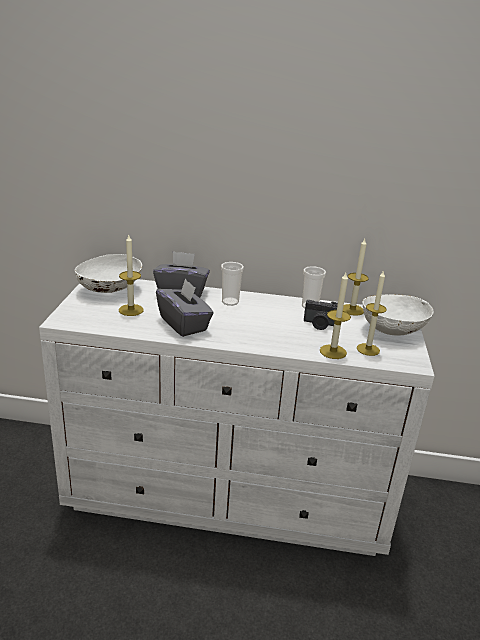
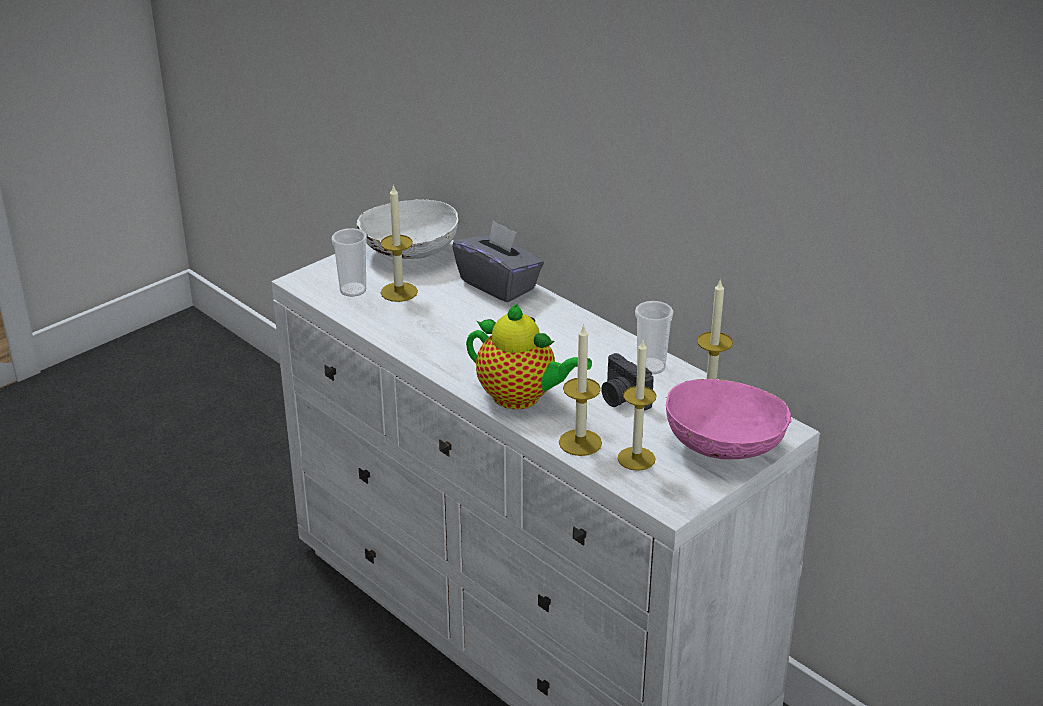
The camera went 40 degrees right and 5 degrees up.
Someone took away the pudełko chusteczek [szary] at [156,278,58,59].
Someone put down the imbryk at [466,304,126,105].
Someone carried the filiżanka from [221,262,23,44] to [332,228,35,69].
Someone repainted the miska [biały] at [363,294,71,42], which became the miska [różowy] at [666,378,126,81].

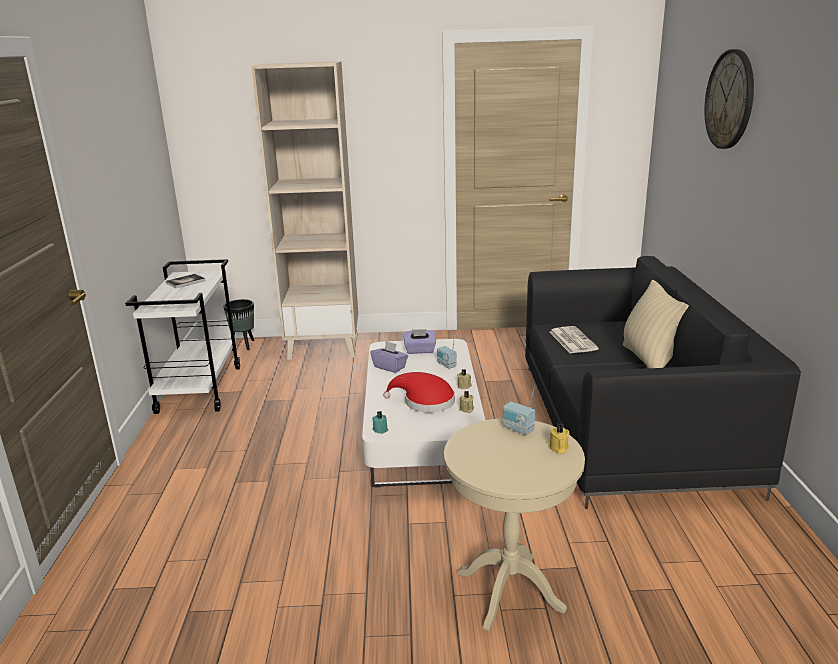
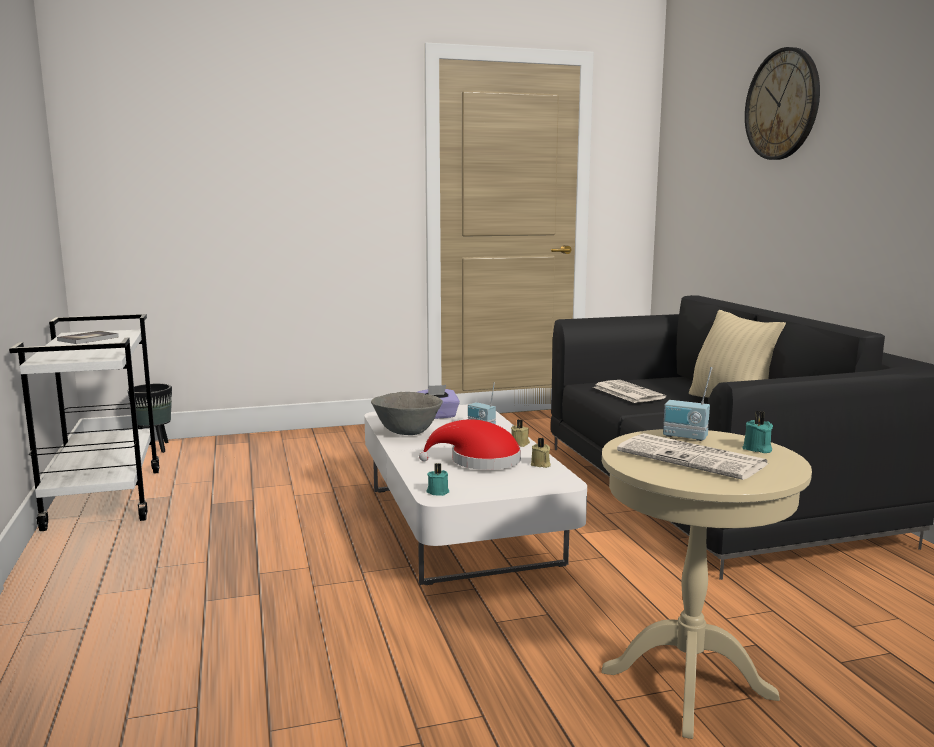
The camera went 15 degrees left and 10 degrees down.
Someone took away the regał [beżowy] at [251,61,107,299].
Someone put down the gazeta at [617,433,151,47].
Someone swapped the pudełko chusteczek [fioletowy] at [370,341,38,32] for the miska [szary] at [371,392,72,43].
Someone repainted the świeca [żółty] at [548,423,22,31], which became the świeca [turkusowy] at [742,411,31,42].

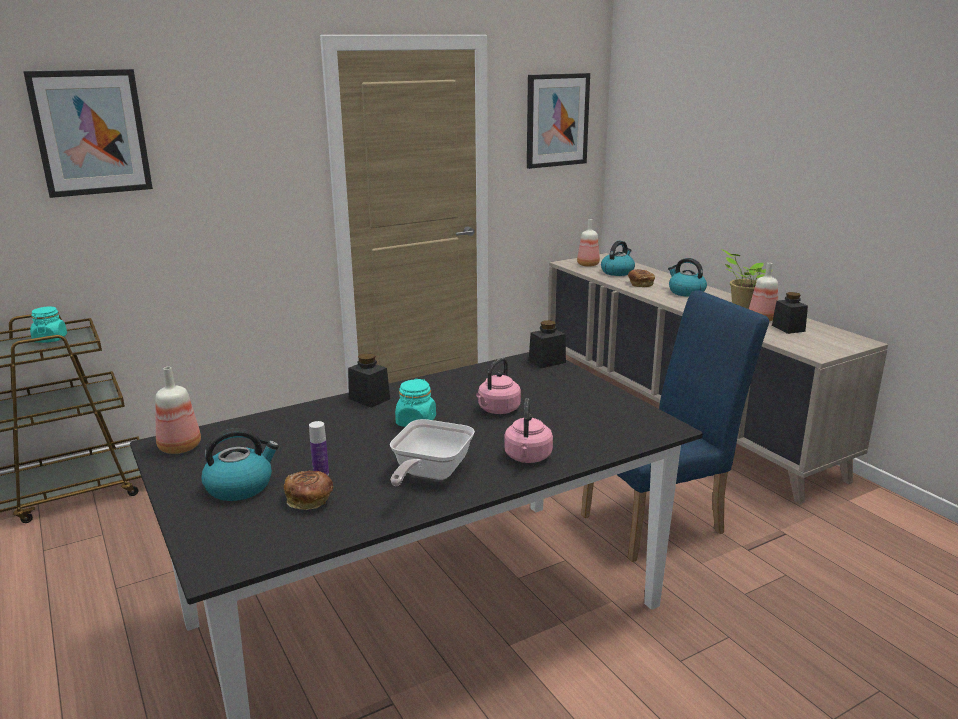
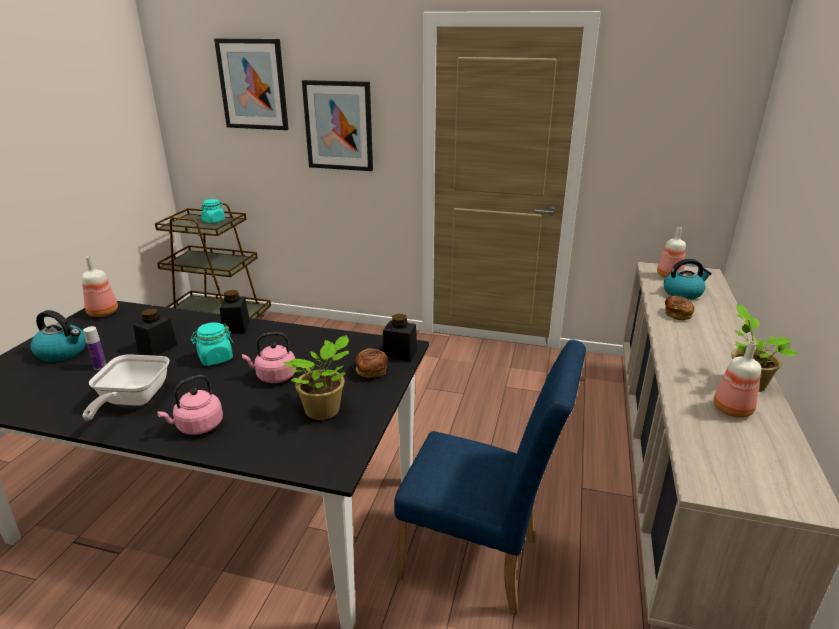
The camera went 45 degrees right and 5 degrees up.
Someone took away the czajnik at [668,258,39,39].
Someone put down the roślina doniczkowa at [283,335,66,85].
Someone carried the chleb from [284,471,49,39] to [356,348,32,30].
Someone carried the obraz from [527,73,63,96] to [302,80,71,91].
Someone carried the słoik [czarny] from [772,292,36,42] to [133,309,44,47].
Someone rotated the patelnia at [390,419,85,67] by 60 degrees counterclockwise.

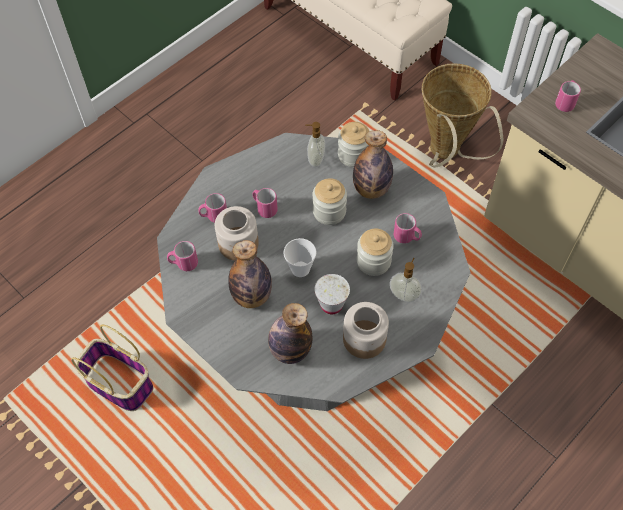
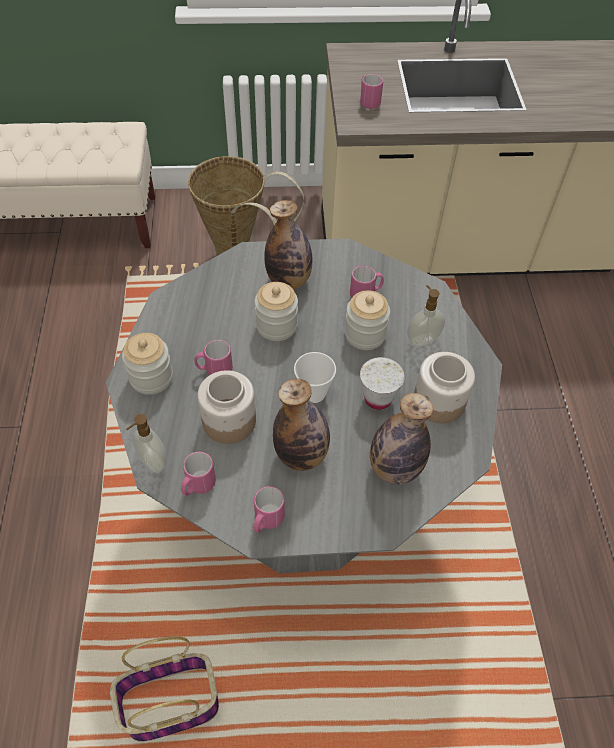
The camera went 50 degrees left and 5 degrees down.
Someone carried the kubek [różowy] from [198,193,29,30] to [253,486,32,47].
Someone carried the dozownik mydła from [305,122,20,45] to [126,414,41,59].
Someone carried the słoik from [338,122,31,45] to [122,333,51,62].

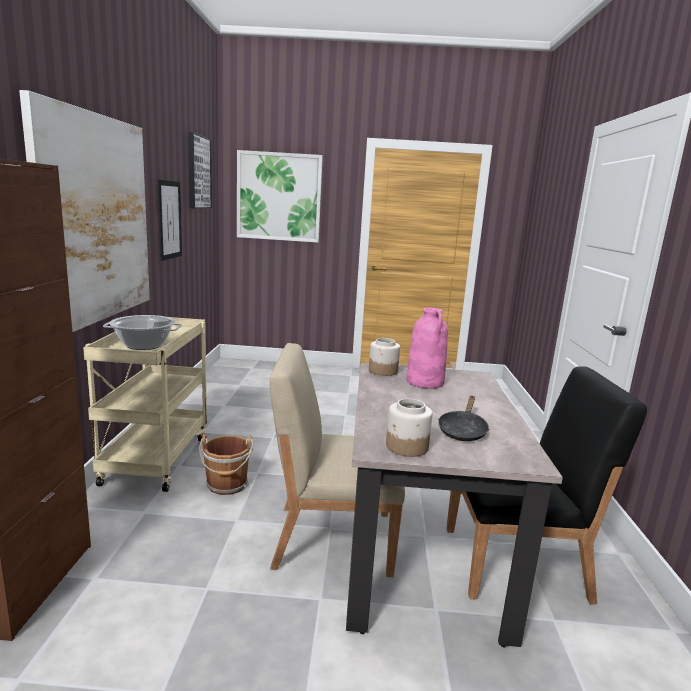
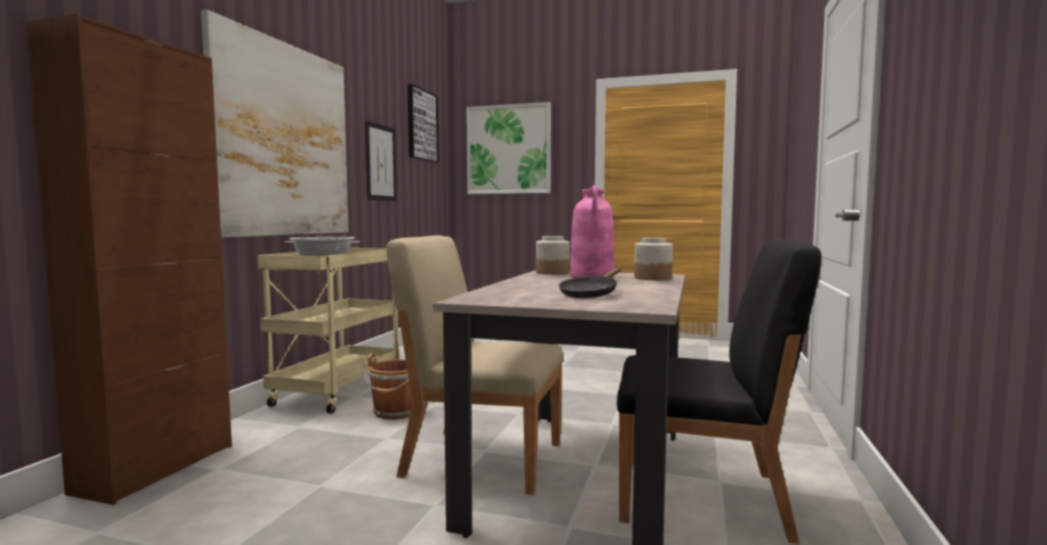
The camera went 15 degrees right and 10 degrees down.
Someone carried the słoik from [386,398,47,59] to [634,238,39,42].

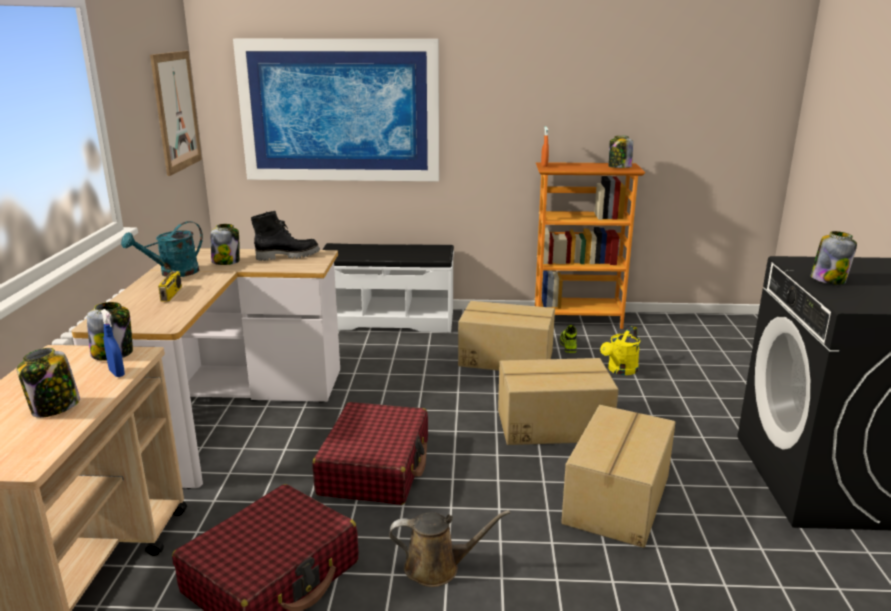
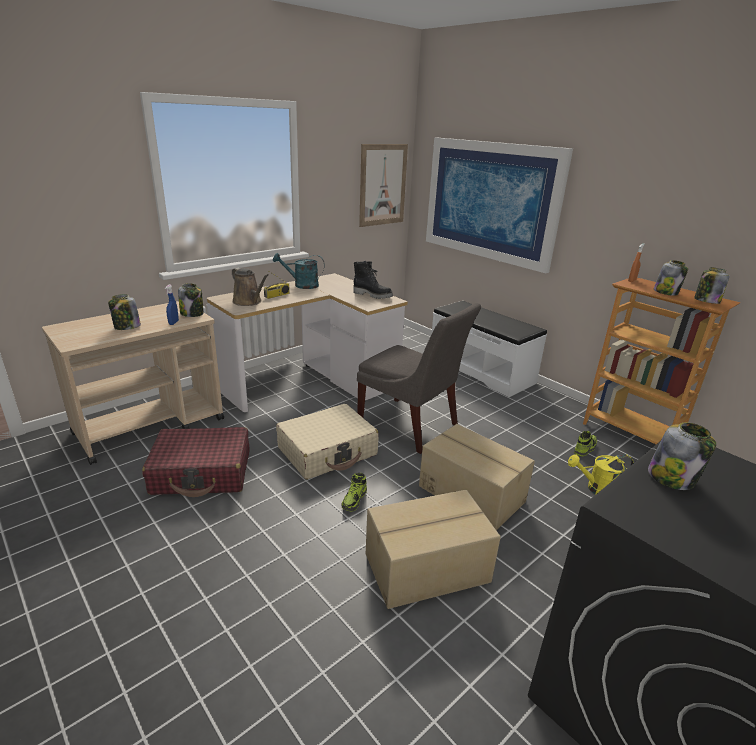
The camera went 45 degrees right and 5 degrees up.
Someone took away the karton at [458,301,97,70].
Someone put down the but at [342,473,25,39].
Someone put down the krzesło [szary] at [357,303,124,151].
Someone carried the słoik from [211,224,29,41] to [654,260,34,36].
Someone carried the konewka [brązowy] from [389,510,121,77] to [232,268,37,38].
Someone repainted the walizka [czerwony] at [312,402,116,103], which became the walizka [beżowy] at [276,404,103,75].

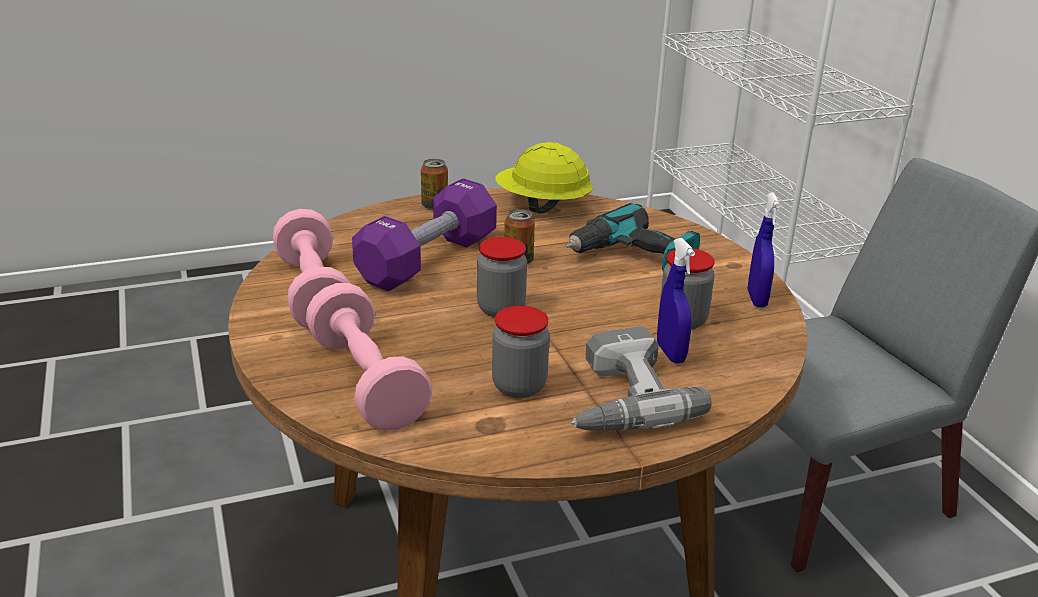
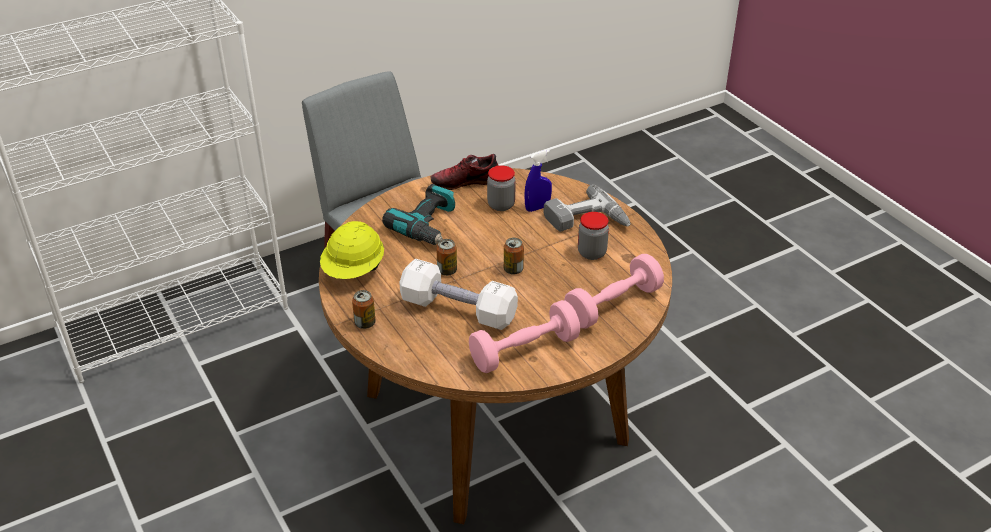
The camera went 100 degrees left and 10 degrees up.
Someone swapped the słoik at [477,237,50,80] for the puszka at [504,238,20,37].
Someone swapped the spryskiwacz [niebieski] at [747,193,33,114] for the but at [430,154,69,36].
Someone repainted the hantel [fioletowy] at [352,178,145,113], which became the hantel [biały] at [399,259,119,71].

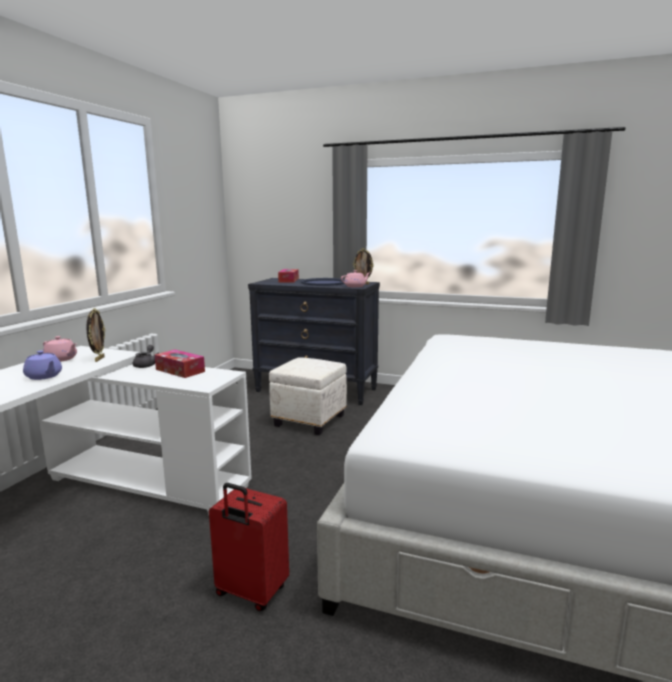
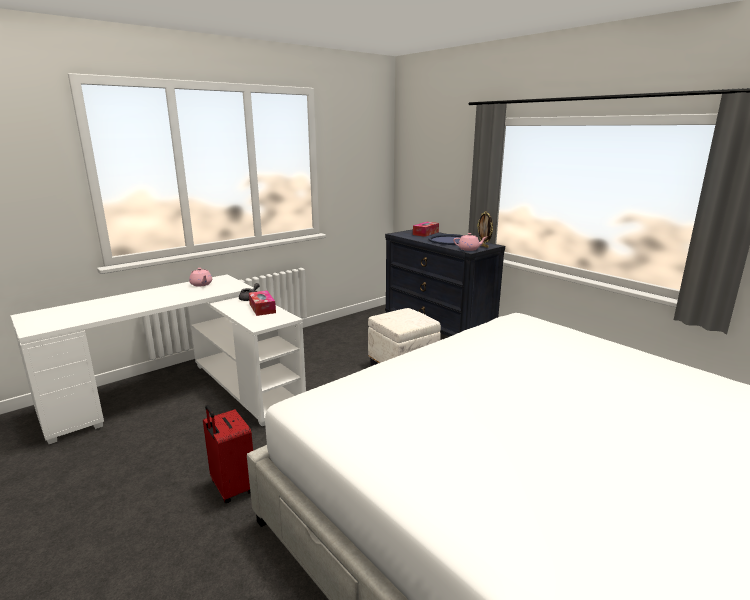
The camera went 30 degrees right and 5 degrees up.
Someone took away the imbryk [fioletowy] at [23,350,39,30].
Someone took away the ramka na zdjęcie at [86,308,19,54].

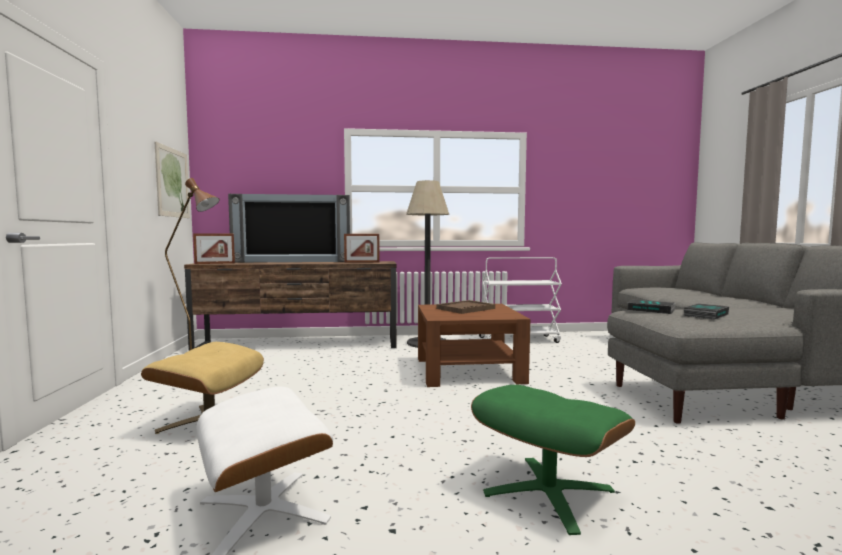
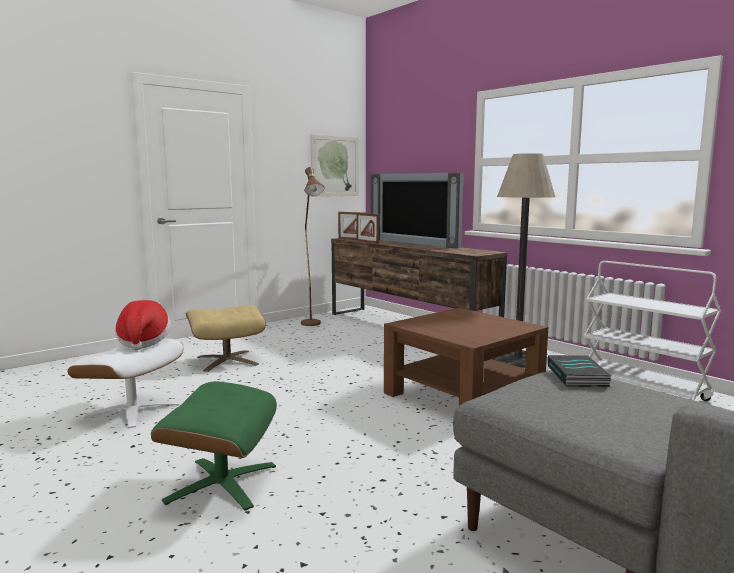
The camera went 55 degrees right and 5 degrees up.
Someone took away the taca [brązowy] at [436,300,59,14].
Someone took away the książka at [683,303,46,17].
Someone put down the kapelusz at [115,300,56,50].
Someone carried the ramka na zdjęcie from [344,234,36,29] to [356,213,23,31].

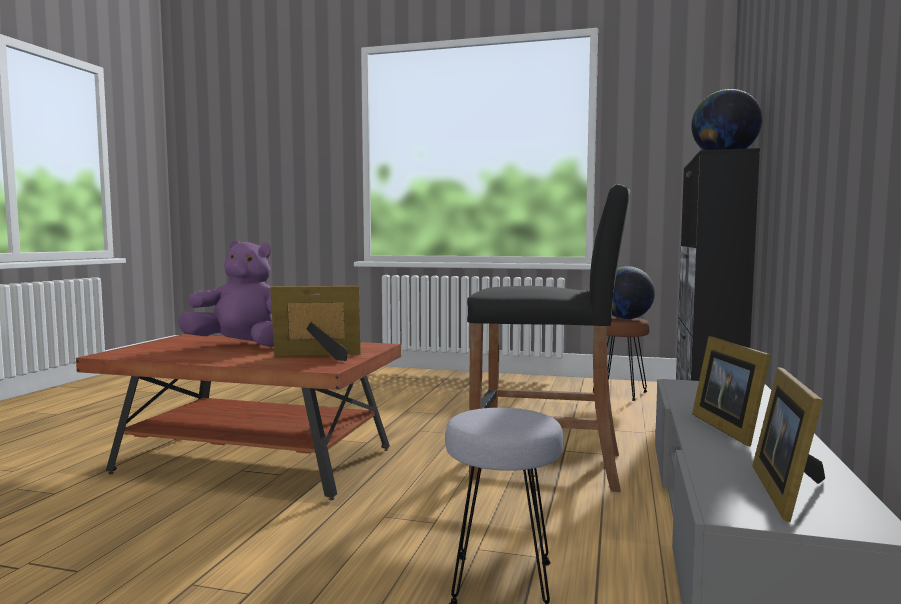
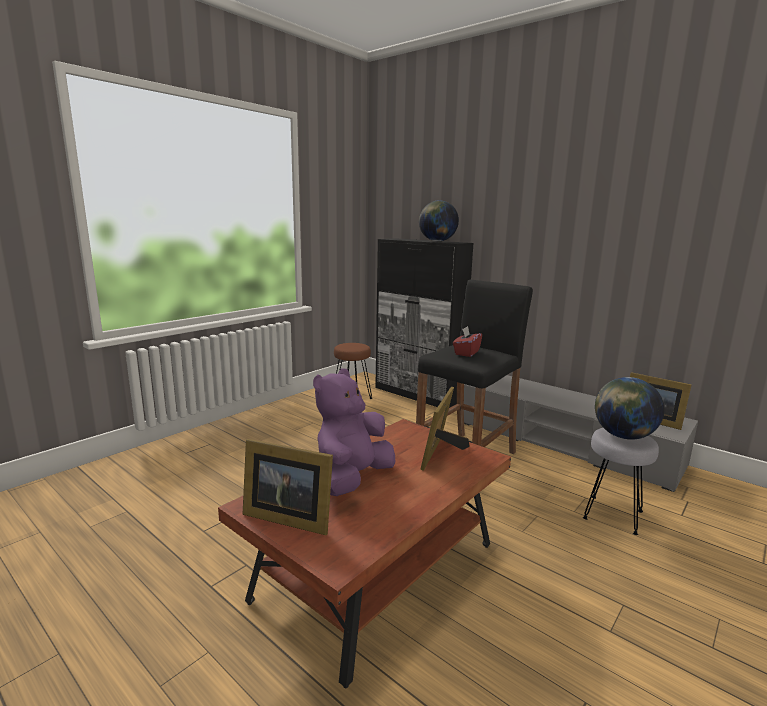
The camera went 65 degrees left and 10 degrees up.
Someone put down the pudełko chusteczek [czerwony] at [453,326,29,31].
Someone carried the globus from [612,266,43,53] to [595,377,69,63].
Someone carried the ramka na zdjęcie from [692,336,79,111] to [242,439,91,96].

